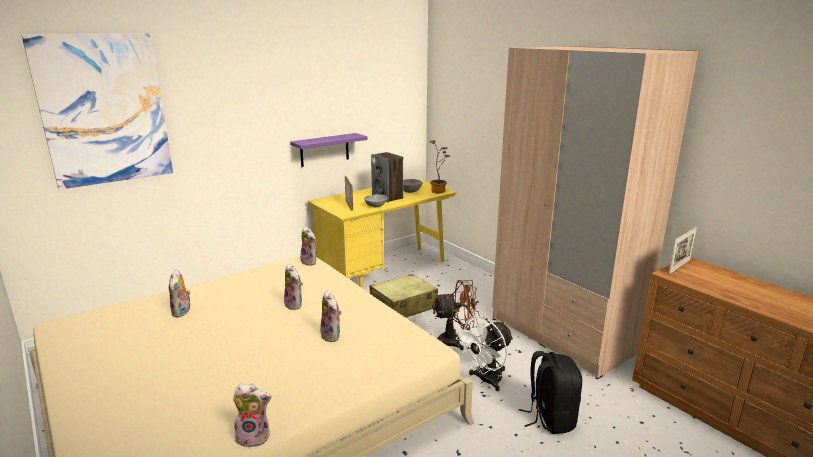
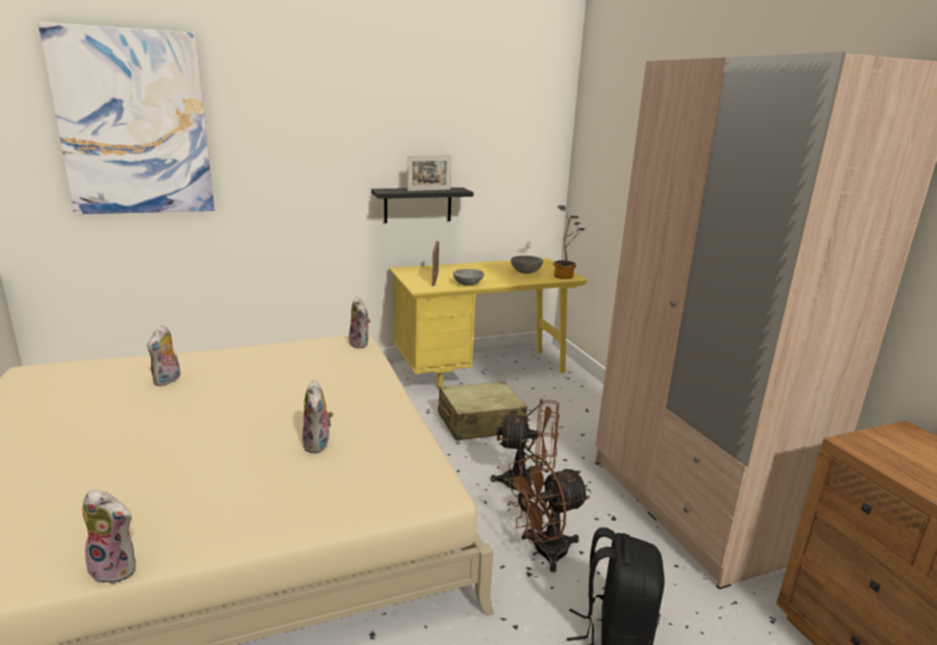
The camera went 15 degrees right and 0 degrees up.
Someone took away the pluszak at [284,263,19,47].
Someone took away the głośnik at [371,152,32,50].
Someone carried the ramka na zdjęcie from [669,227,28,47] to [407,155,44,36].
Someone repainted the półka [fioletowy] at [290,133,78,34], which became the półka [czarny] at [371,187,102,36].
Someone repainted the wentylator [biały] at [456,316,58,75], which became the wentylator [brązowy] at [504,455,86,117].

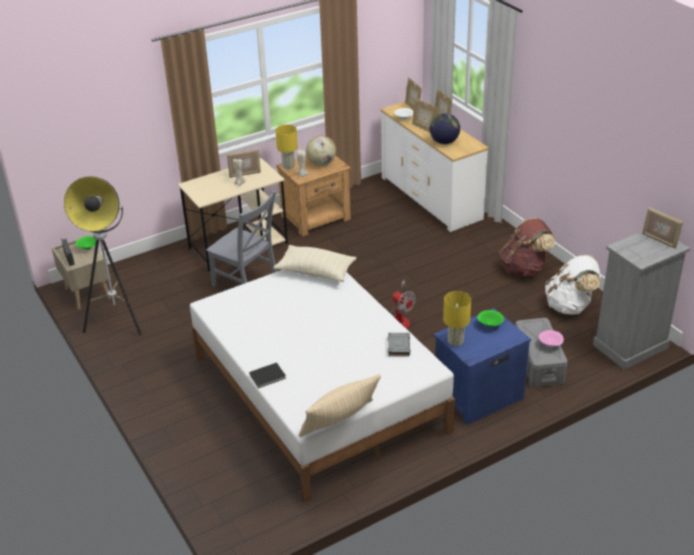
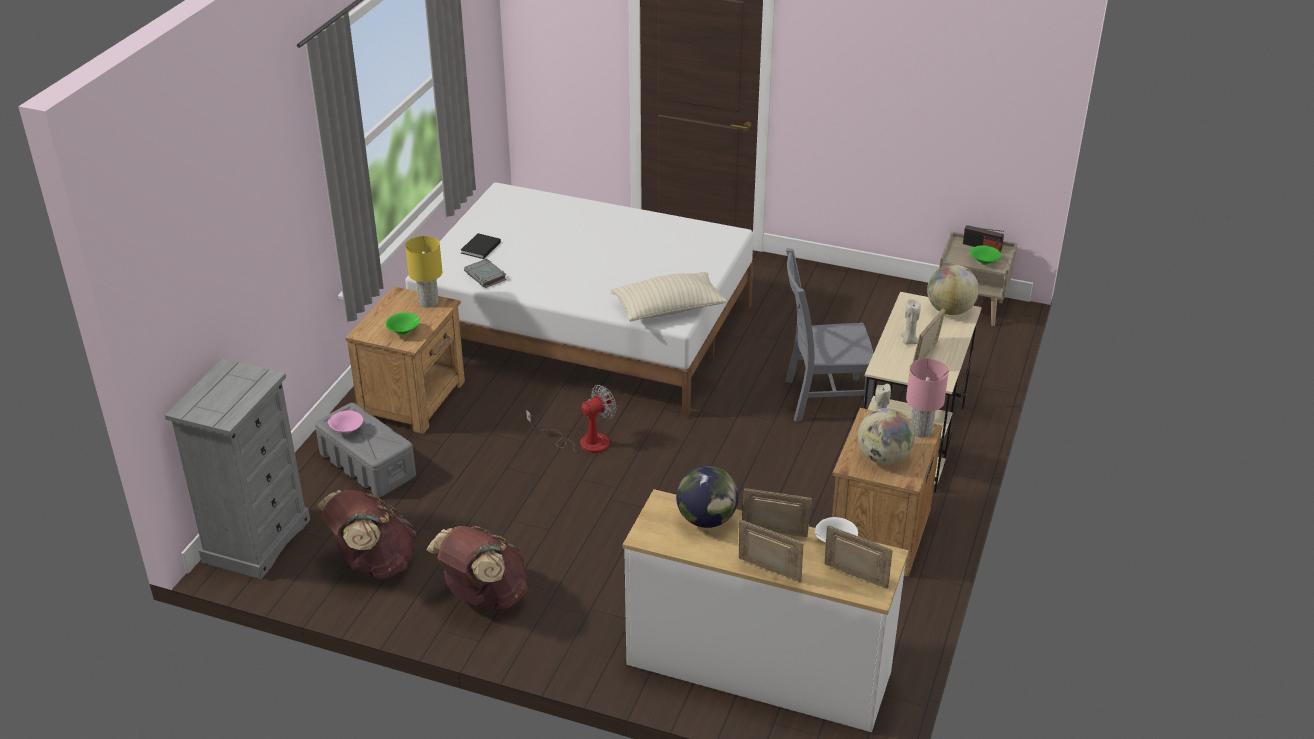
The camera went 140 degrees right and 0 degrees up.
Someone took away the lampa stojąca at [64,176,78,159].
Someone took away the poduszka [beżowy] at [299,374,82,63].
Someone took away the ramka na zdjęcie at [642,207,41,42].
Someone put down the globus at [927,264,52,51].
Someone carried the książka [czarny] from [249,363,37,25] to [461,233,40,26].
Someone repainted the lampa stołowa [żółty] at [276,125,22,44], which became the lampa stołowa [różowy] at [906,359,43,79].
Someone repainted the szafka nocna [niebieski] at [433,308,98,117], which became the szafka nocna [brązowy] at [346,286,119,148].
Someone repainted the plecak [biały] at [545,255,56,60], which became the plecak [brązowy] at [318,490,98,89].
Someone rotated the wentylator at [392,280,24,49] by 135 degrees clockwise.

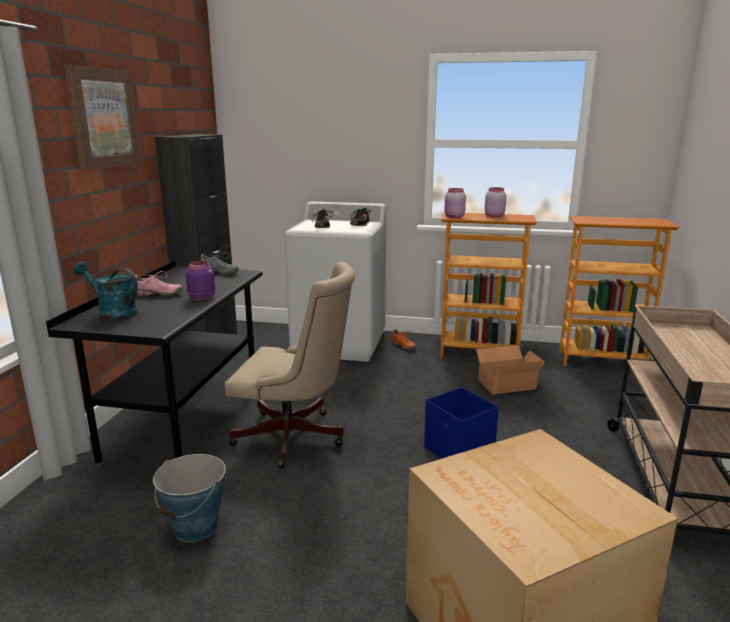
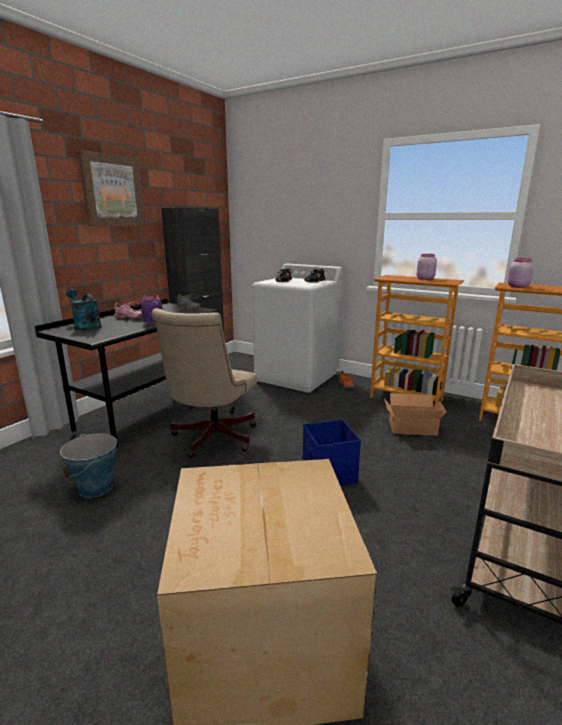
The camera went 20 degrees right and 0 degrees up.
Someone carried the słoik [różowy] from [444,188,22,30] to [508,258,26,30].
Someone rotated the krzesło biurowe [beżowy] at [224,262,131,206] by 75 degrees clockwise.

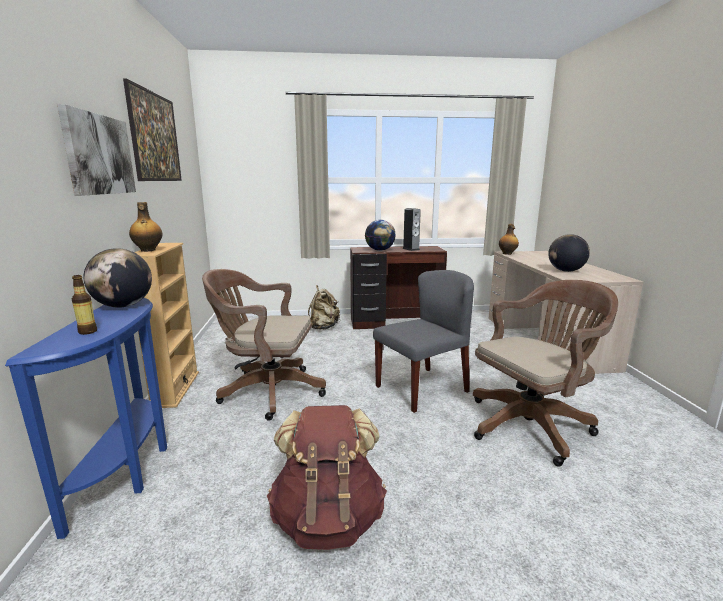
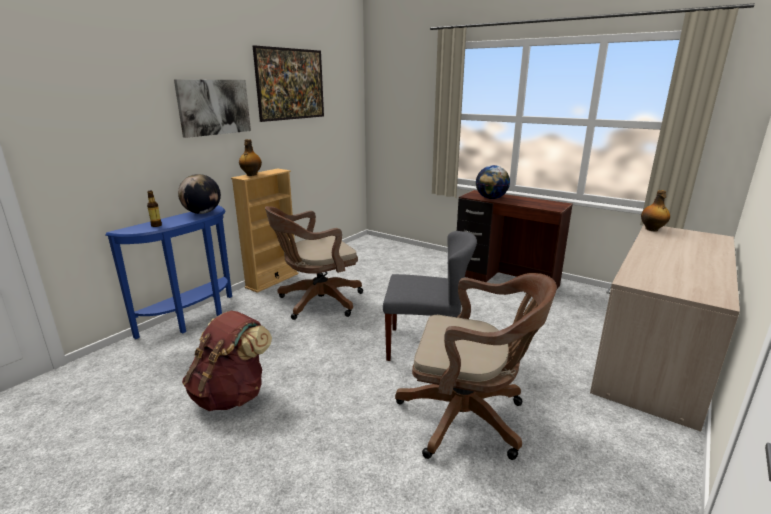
The camera went 40 degrees right and 5 degrees up.
Someone took away the plecak [beżowy] at [308,285,32,44].
Someone took away the głośnik at [402,208,19,43].
Someone took away the globus at [548,234,42,38].
Someone rotated the krzesło biurowe [brązowy] at [202,269,124,152] by 75 degrees counterclockwise.

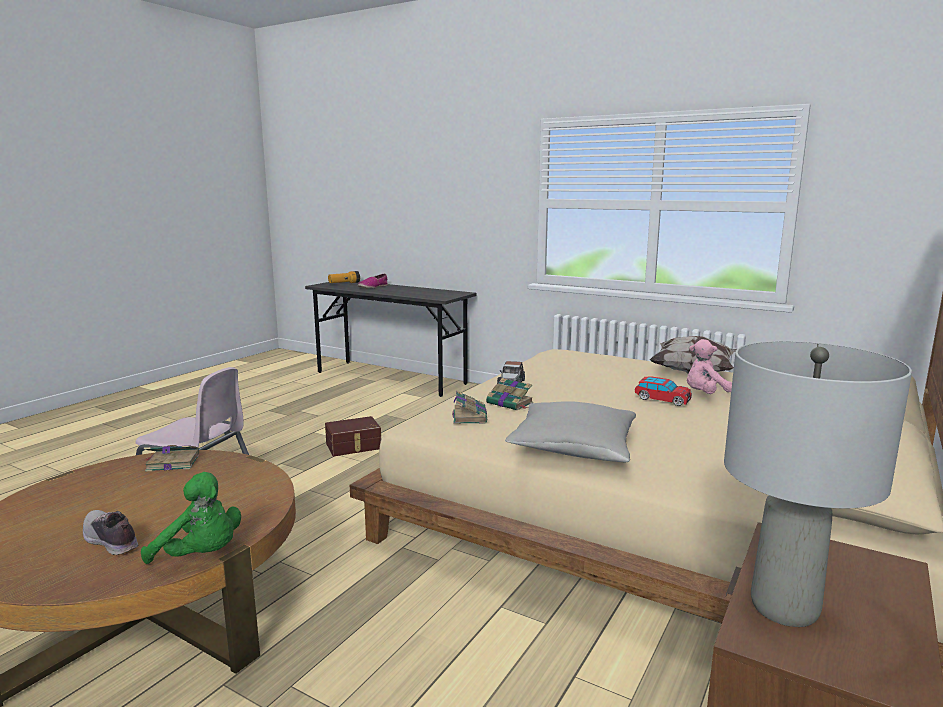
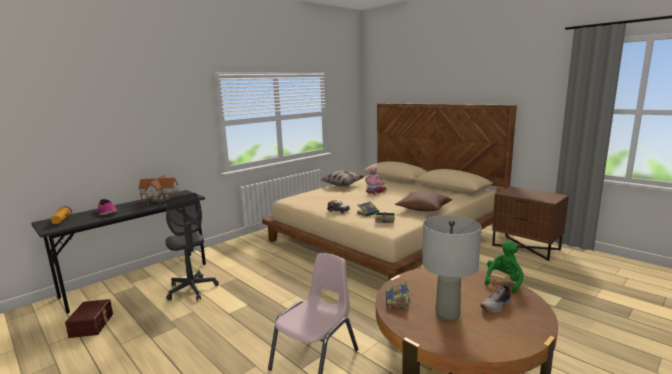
The camera went 75 degrees left and 0 degrees up.
Someone put down the domek at [138,175,41,30].
Someone put down the krzesło biurowe [szary] at [165,193,54,108].
Someone carried the pojemnik do przechowywania [brązowy] from [325,416,56,40] to [65,299,48,39].
Someone carried the lampa stołowa [szary] from [724,341,188,286] to [422,215,59,106].
Someone repainted the poduszka [szary] at [505,401,131,62], which became the poduszka [brązowy] at [395,191,57,20].

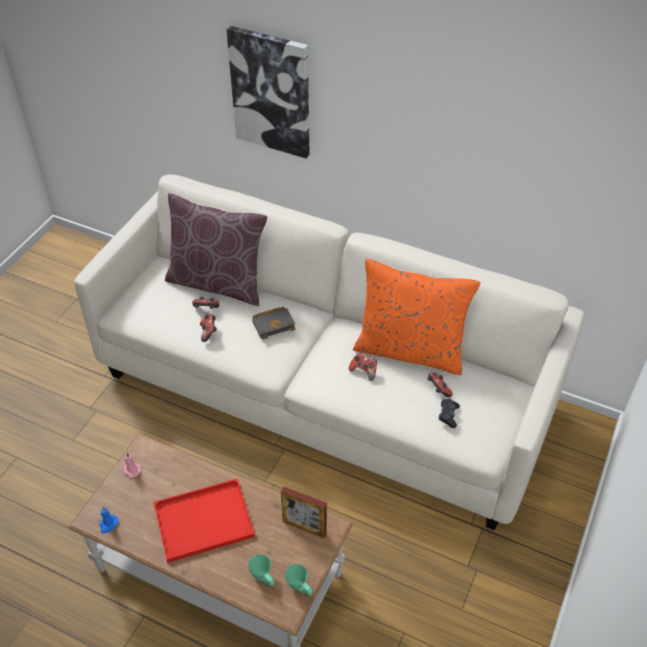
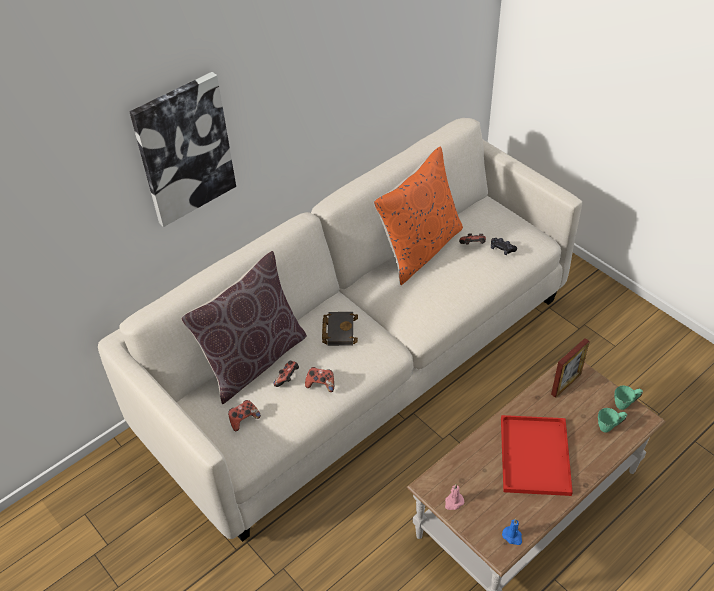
The camera went 65 degrees left and 0 degrees up.
Someone carried the pad do gier from [349,353,28,28] to [228,400,33,31].

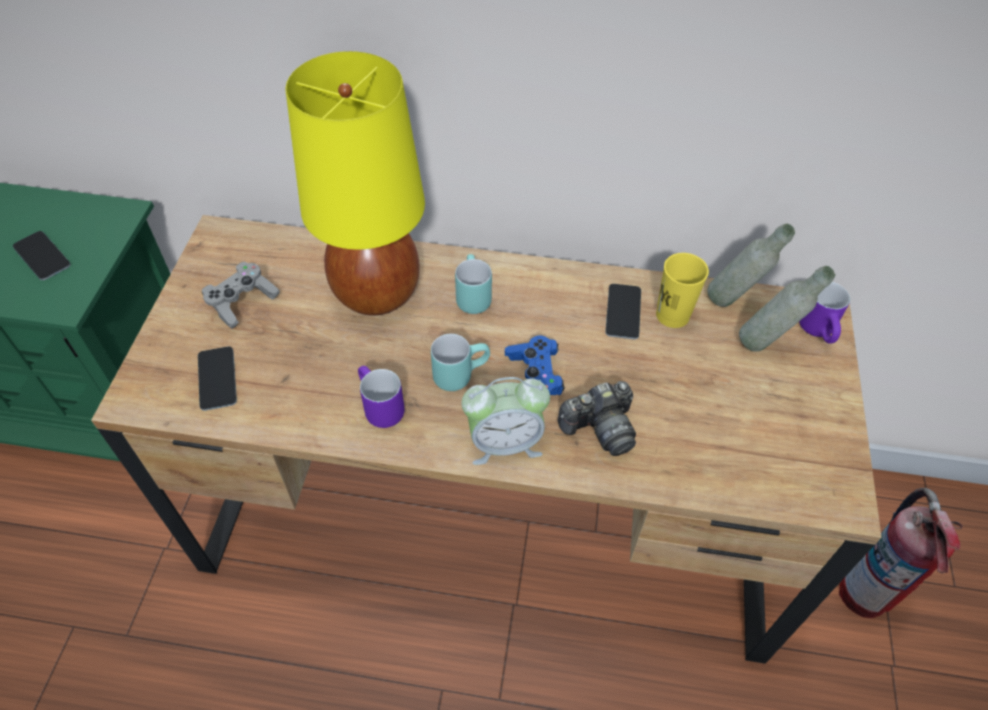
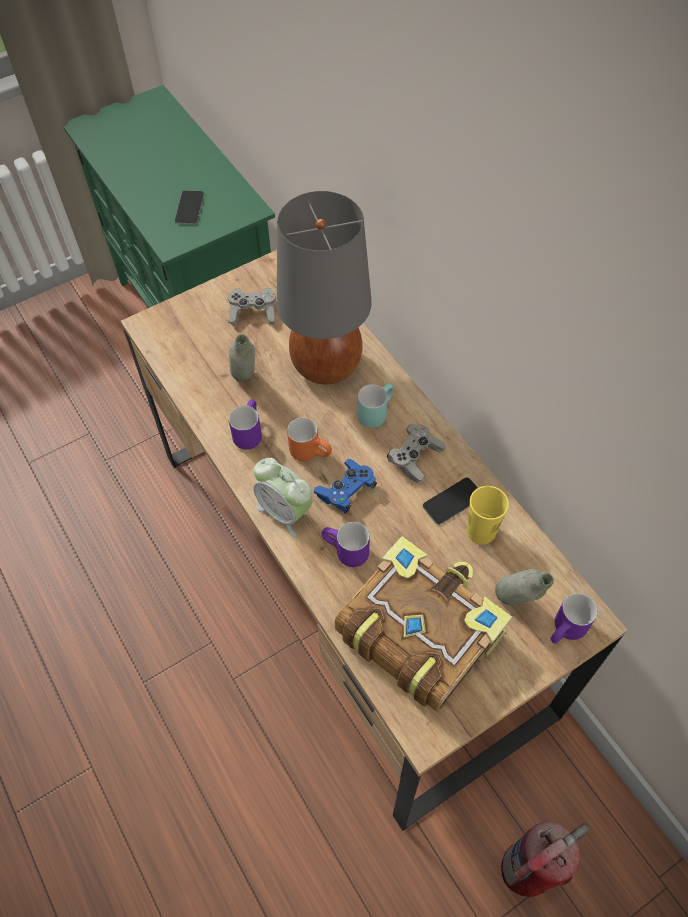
The camera went 50 degrees right and 5 degrees up.
Someone took away the telefon at [198,346,39,65].
Someone put down the książka at [335,536,177,176].
Someone put down the pad do gier [szary] at [387,424,59,59].
Someone carried the butelka [szary] from [707,224,88,83] to [229,334,26,48].
Someone swapped the aparat fotograficzny at [558,381,78,75] for the kubek [fioletowy] at [322,522,48,45].
Someone repainted the lampa stołowa [żółty] at [285,51,140,265], which became the lampa stołowa [szary] at [277,191,95,194].
Someone repainted the kubek [turkusowy] at [431,334,59,57], which became the kubek [pomarańczowy] at [287,418,45,43].

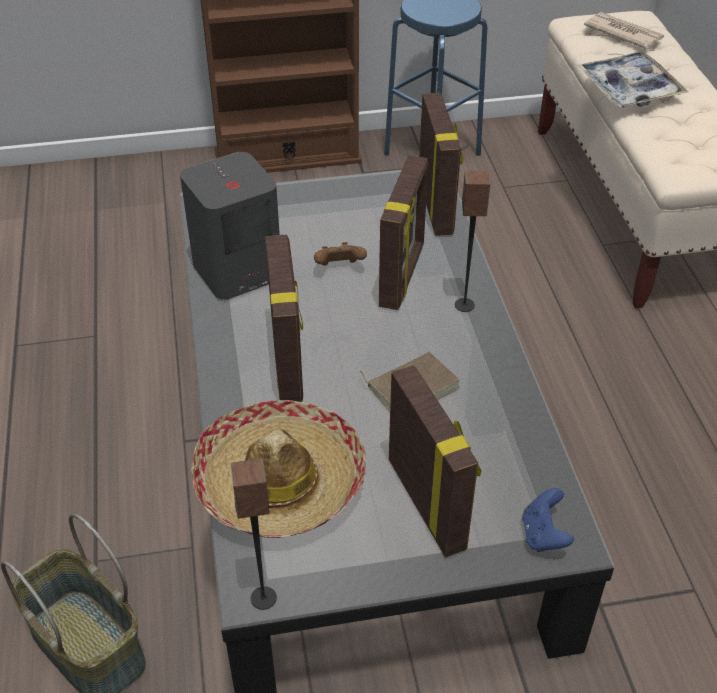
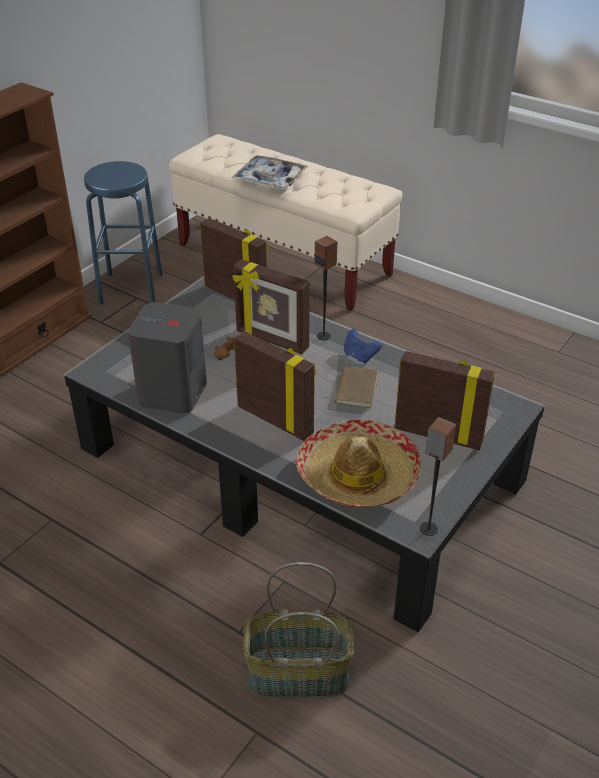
The camera went 45 degrees left and 5 degrees down.
Someone took away the gazeta at [584,12,80,37].
Someone carried the pad do gier [niebieski] from [522,488,52,64] to [344,329,38,35].
Someone rotated the ramka na zdjęcie at [379,155,49,155] by 150 degrees clockwise.

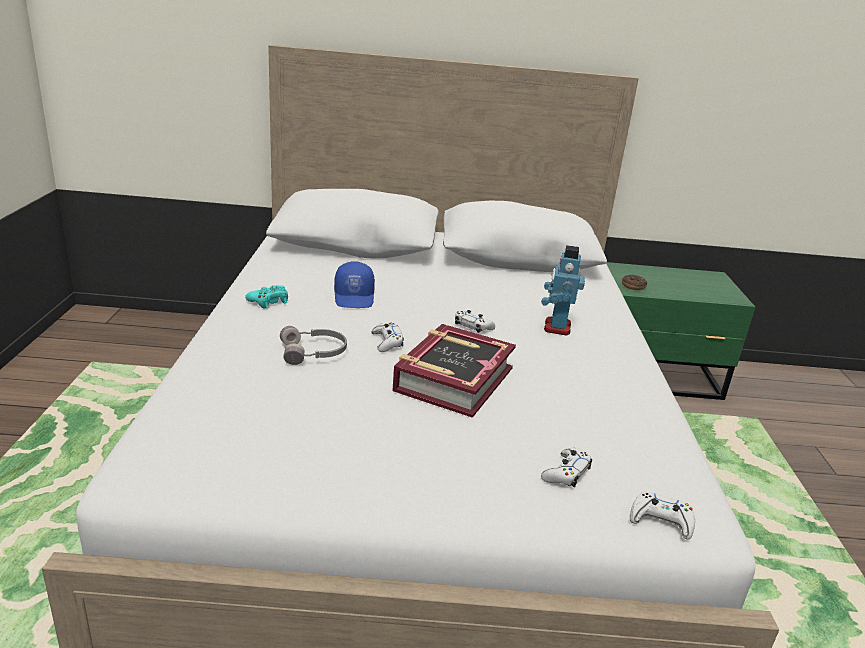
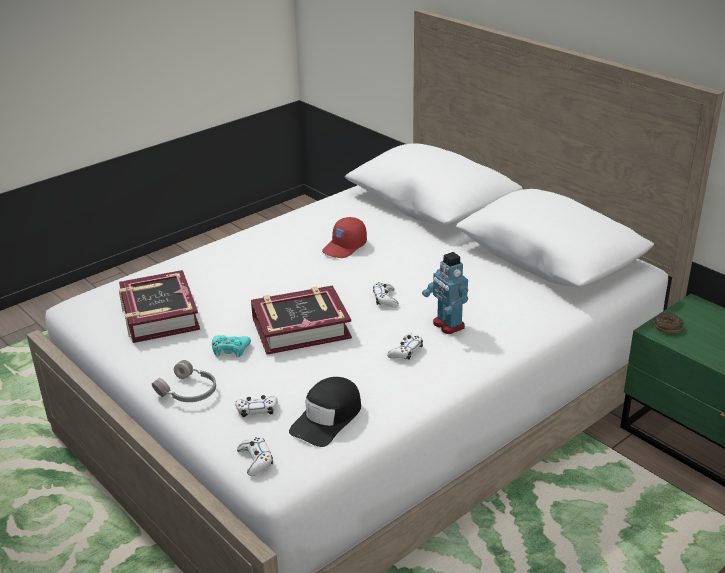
The camera went 50 degrees right and 5 degrees up.
Someone put down the książka at [119,270,81,73].
Someone put down the czapka z daszkiem [czarny] at [289,377,72,70].
Someone carried the pad do gier [turkusowy] from [245,285,43,23] to [212,335,39,22].
Someone carried the słuchawki [szary] from [280,326,67,39] to [152,360,64,42].
Someone carried the pad do gier [biały] from [372,322,32,30] to [387,333,36,27].
Someone repainted the czapka z daszkiem [niebieski] at [334,261,41,47], which became the czapka z daszkiem [czerwony] at [322,217,45,41].
Someone rotated the robot zabawkowy at [541,245,44,91] by 90 degrees counterclockwise.

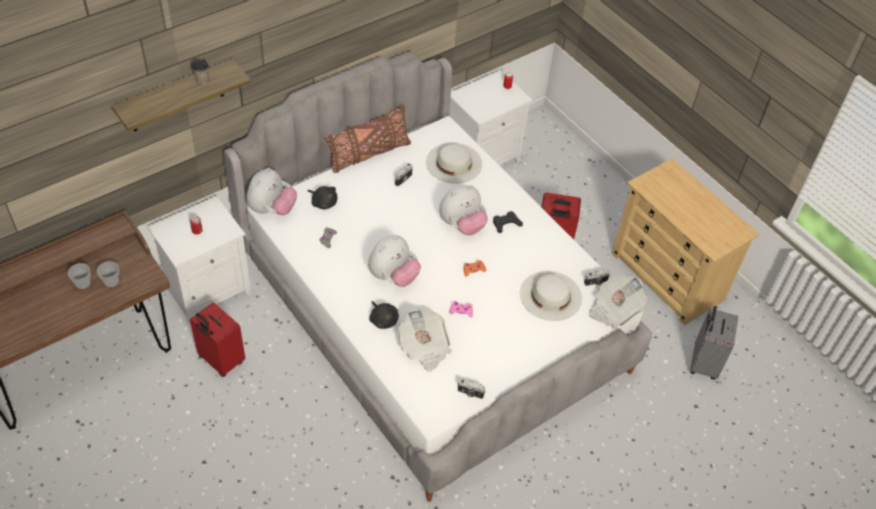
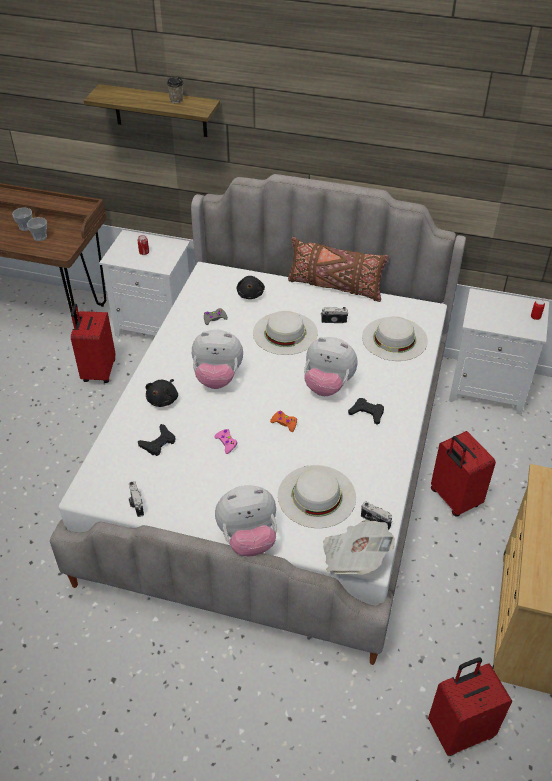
The camera went 55 degrees right and 5 degrees down.
Someone put down the kapelusz [biały] at [253,311,65,44].
Someone carried the pluszak from [246,168,51,47] to [215,485,62,71].
Someone swapped the gazeta at [398,308,54,64] for the pad do gier [czarny] at [138,424,38,32].
Someone repainted the walizka [szary] at [690,306,48,74], which became the walizka [czerwony] at [428,657,84,99].

